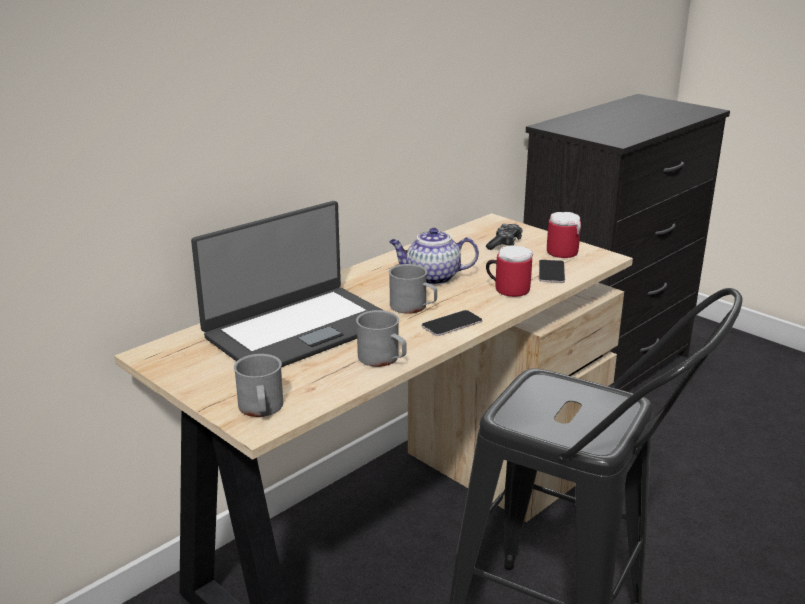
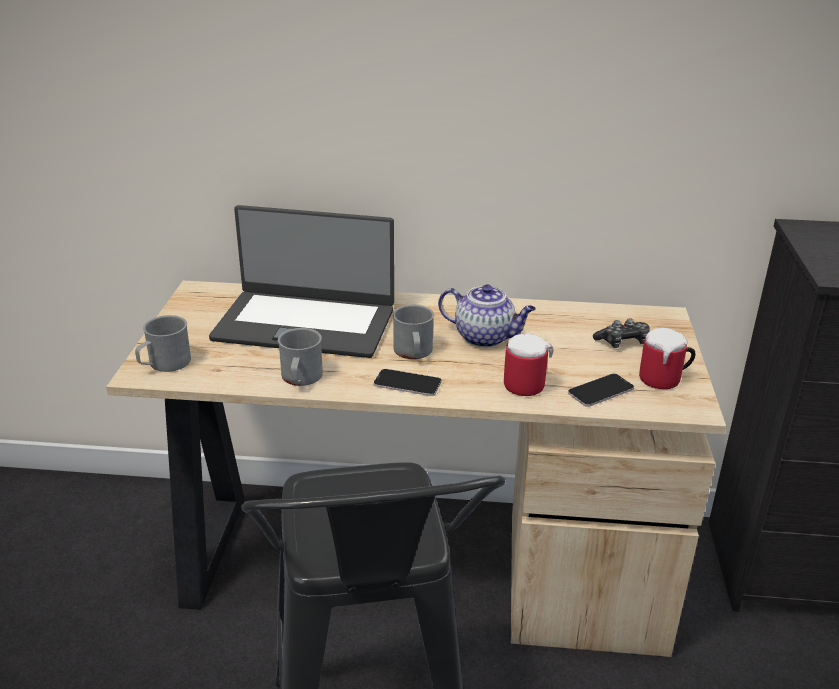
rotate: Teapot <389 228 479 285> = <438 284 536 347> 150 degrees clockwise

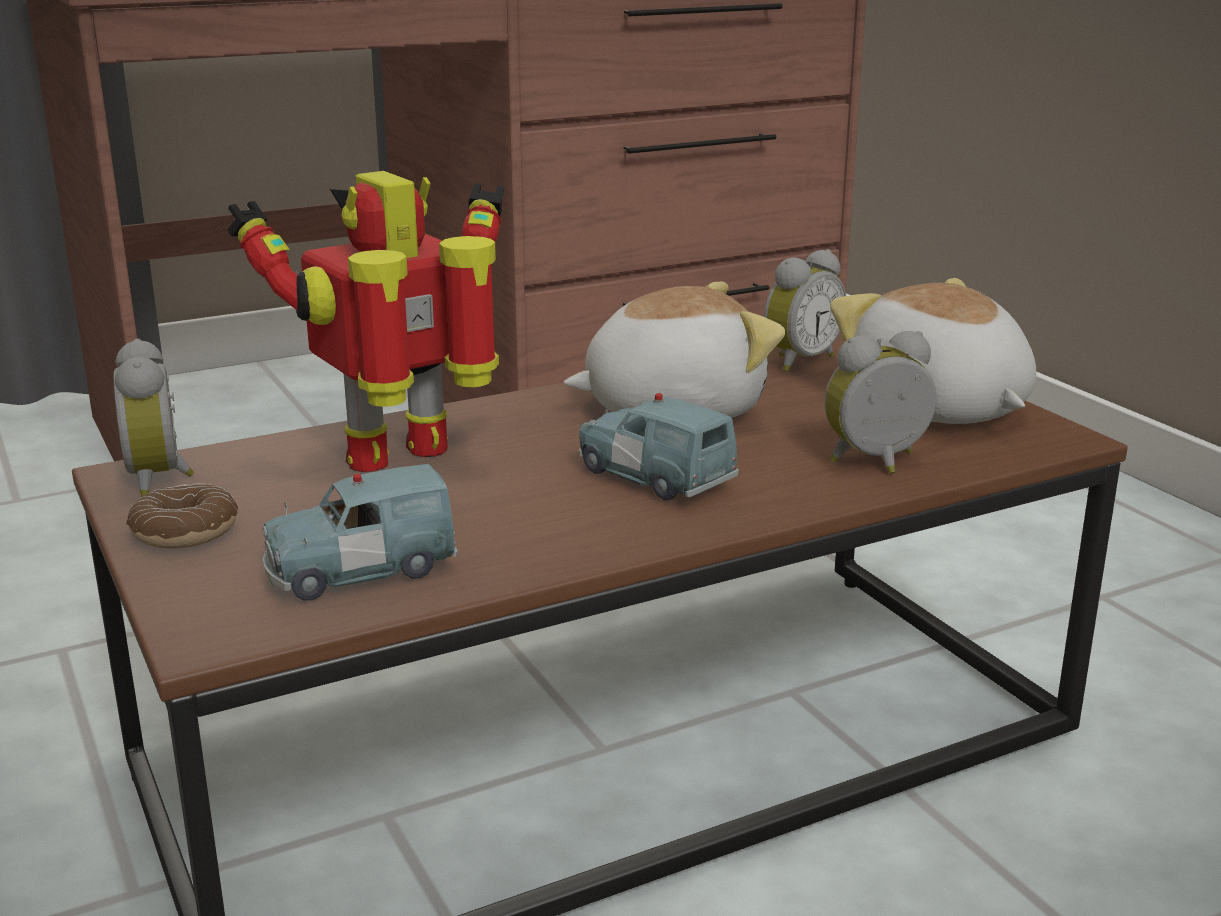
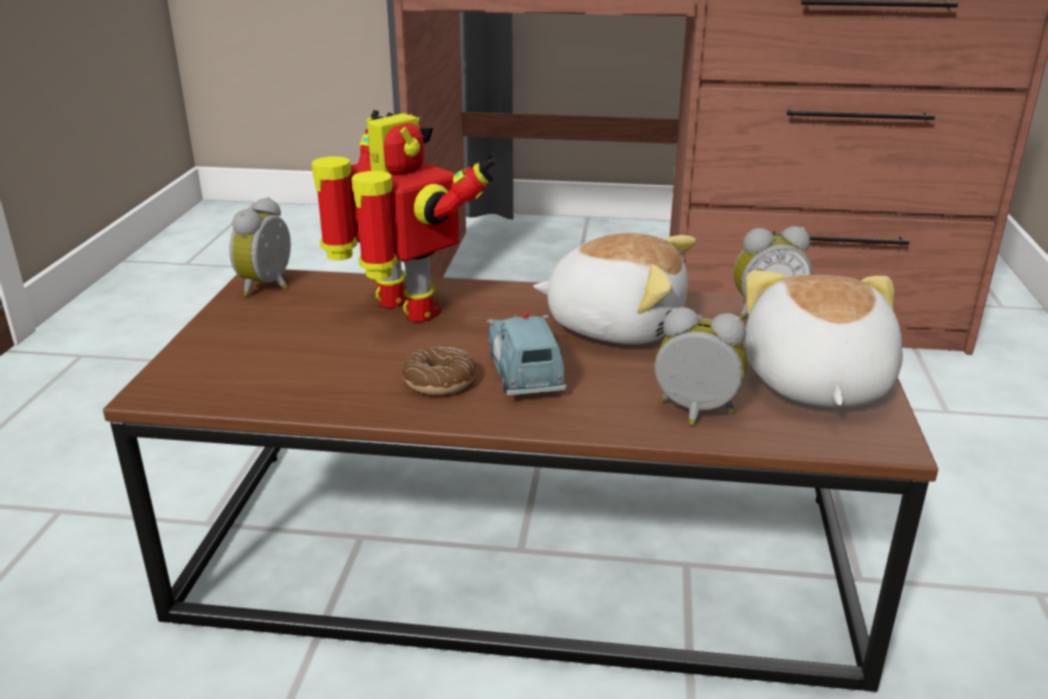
delete: BlueToyCar <262 464 458 600>
move: Donut <126 484 238 548> to <402 347 476 395>
rotate: ToyRobot <227 171 504 472> = <311 110 495 322> 45 degrees clockwise

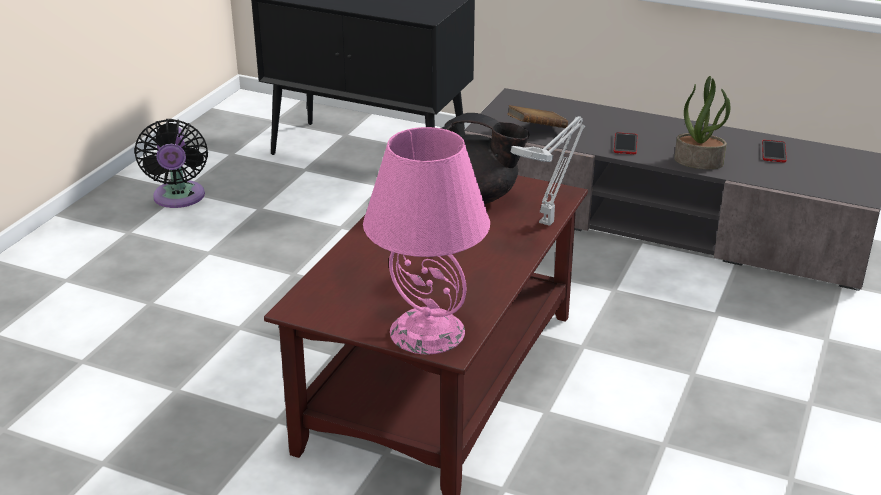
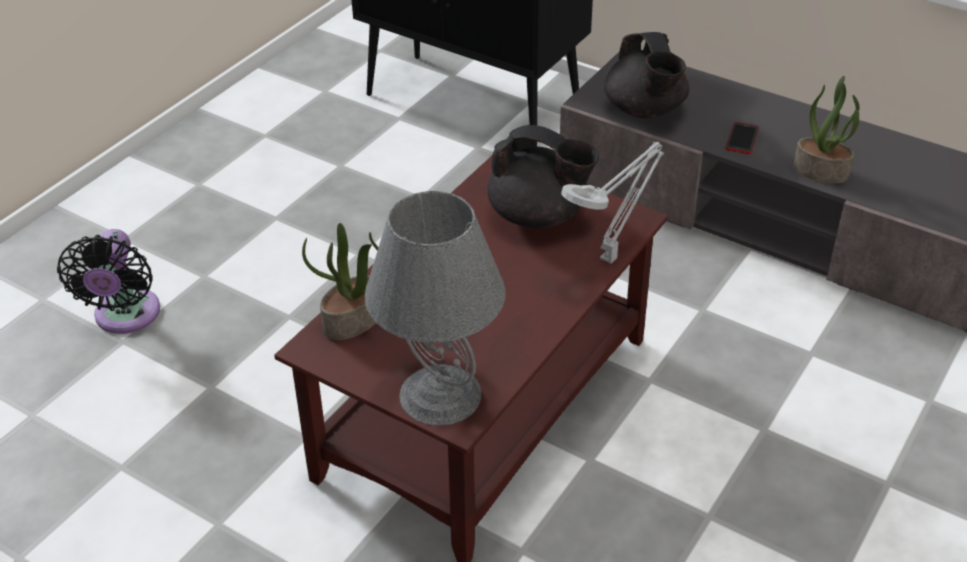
delete: Phone <762 140 787 162>
insert: PottedPlant <302 223 379 340>
move: BlackFan <134 119 208 208> to <57 229 160 334>
replace: BrownBook <507 105 568 128> to BlackTeapot <604 32 689 118>
recolor: PinkTableLamp <363 127 490 355> to GreyTableLamp <365 191 506 426>

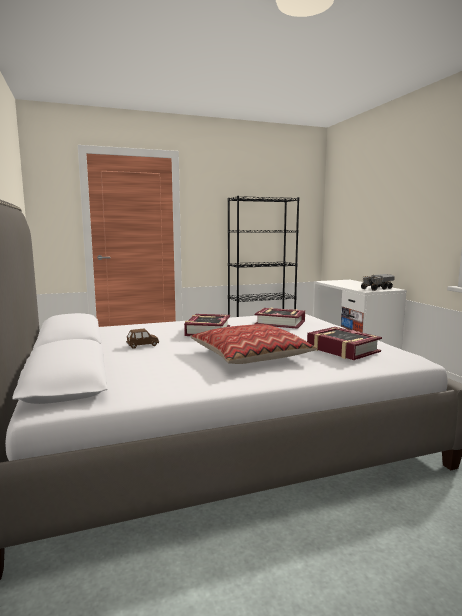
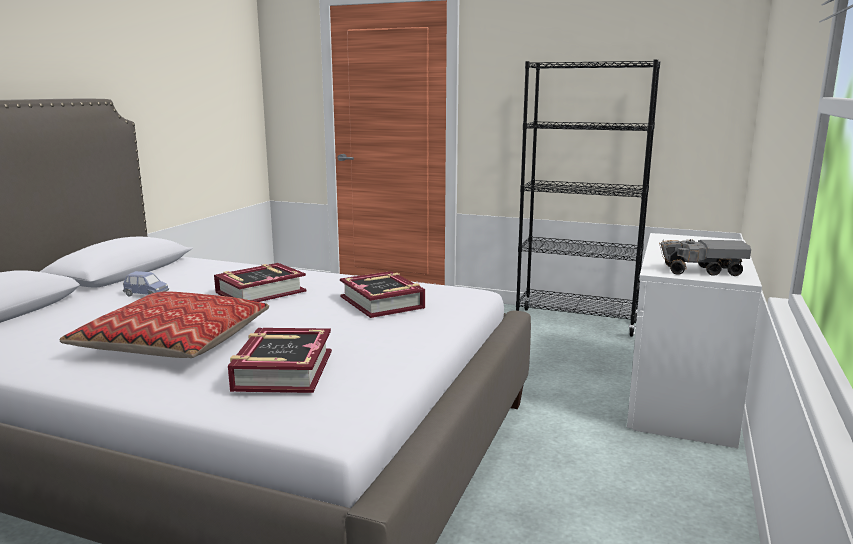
recolor: BrownToyCar <126 328 159 349> to BlueToyCar <123 271 169 296>

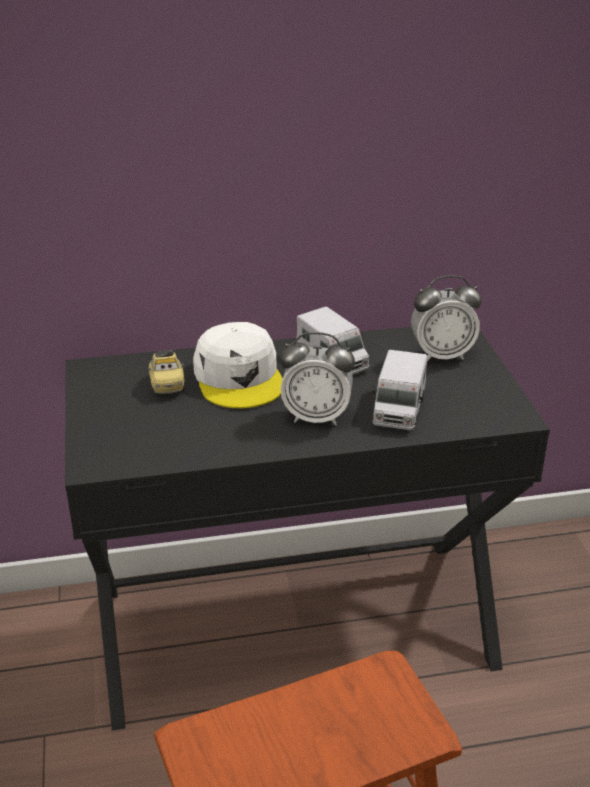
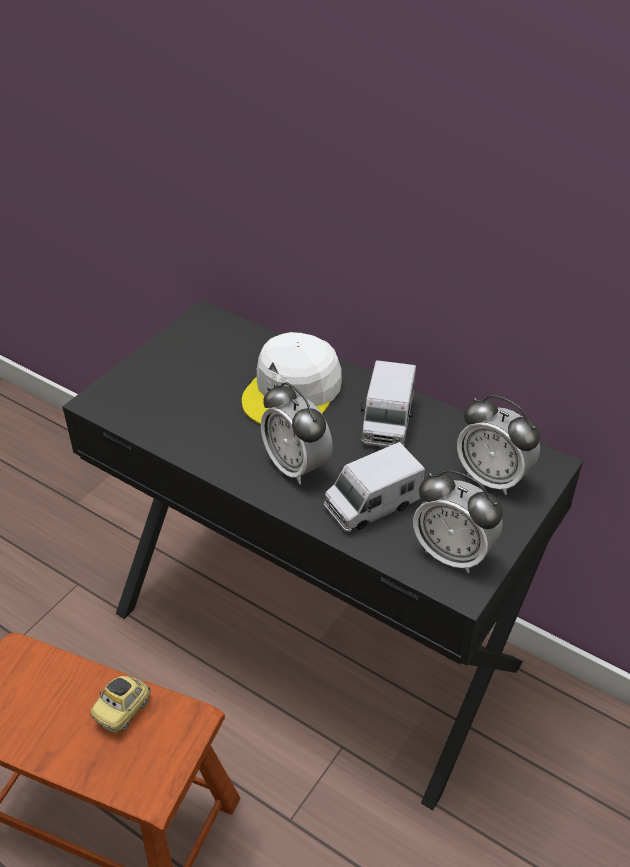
insert: AlarmClock <413 470 503 573>
move: ToyCar <148 350 184 394> to <91 675 151 733>

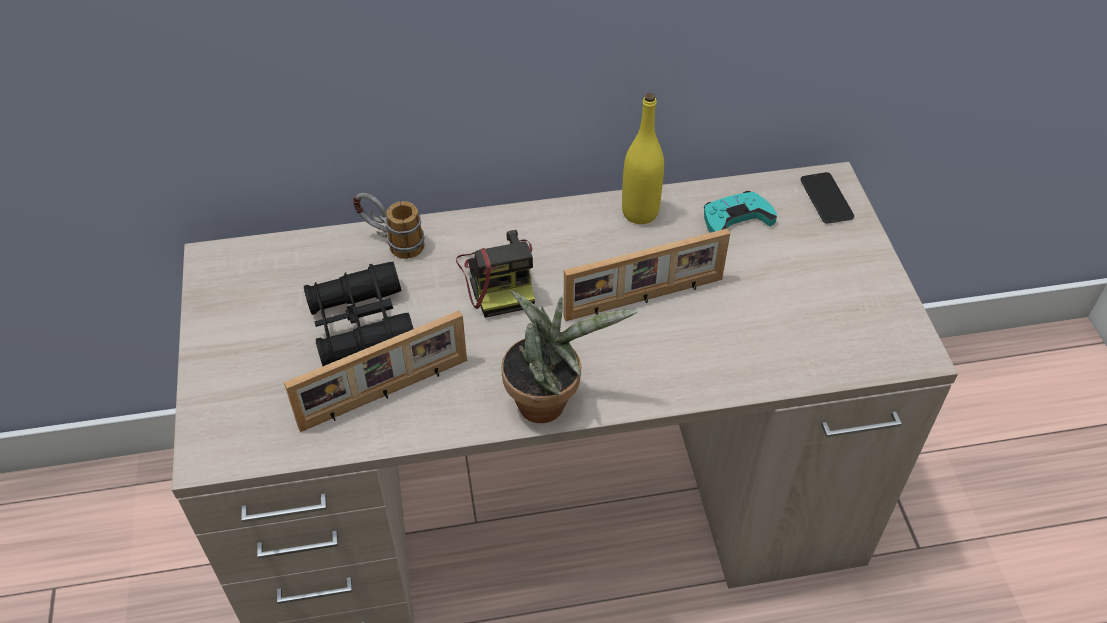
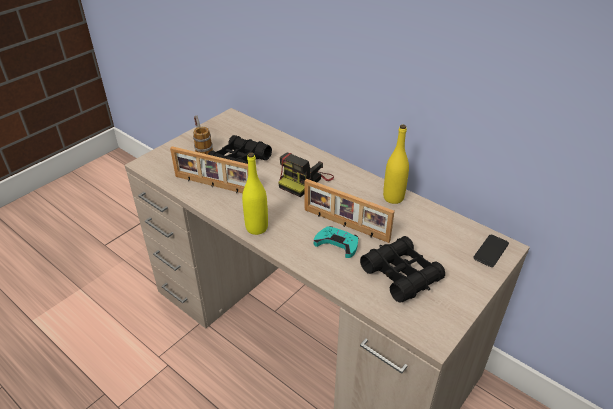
insert: BlackBinoculars <360 236 445 302>
move: TurquoiseGameController <704 191 777 233> to <314 226 358 258>; Mug <353 193 425 259> to <193 115 213 154>
replace: PottedPlant <501 290 638 423> to YellowBottle <242 152 268 235>

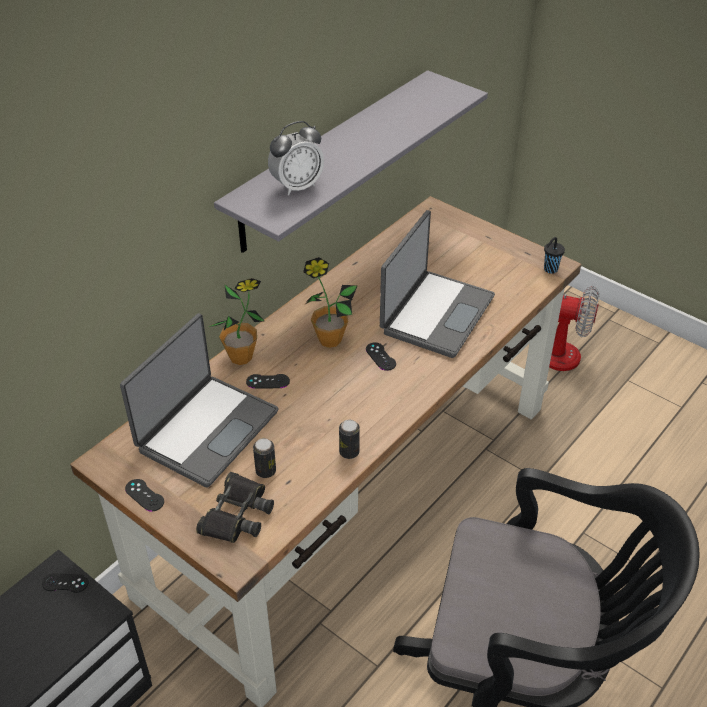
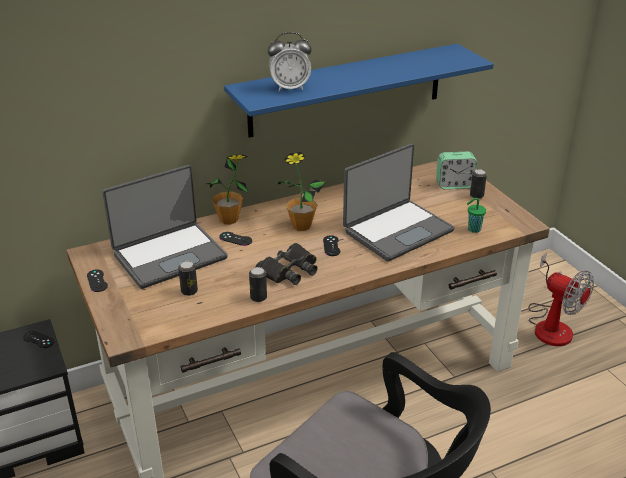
delete: BlackCup <544 237 565 274>
insert: AlarmClock <436 152 477 189>; Can <470 169 487 199>; GreenCup <467 198 486 233>
move: BlackBinoculars <196 472 274 543> to <256 243 318 285>
recolor: GreyShelf <214 70 488 253> to BlueShelf <224 44 494 138>

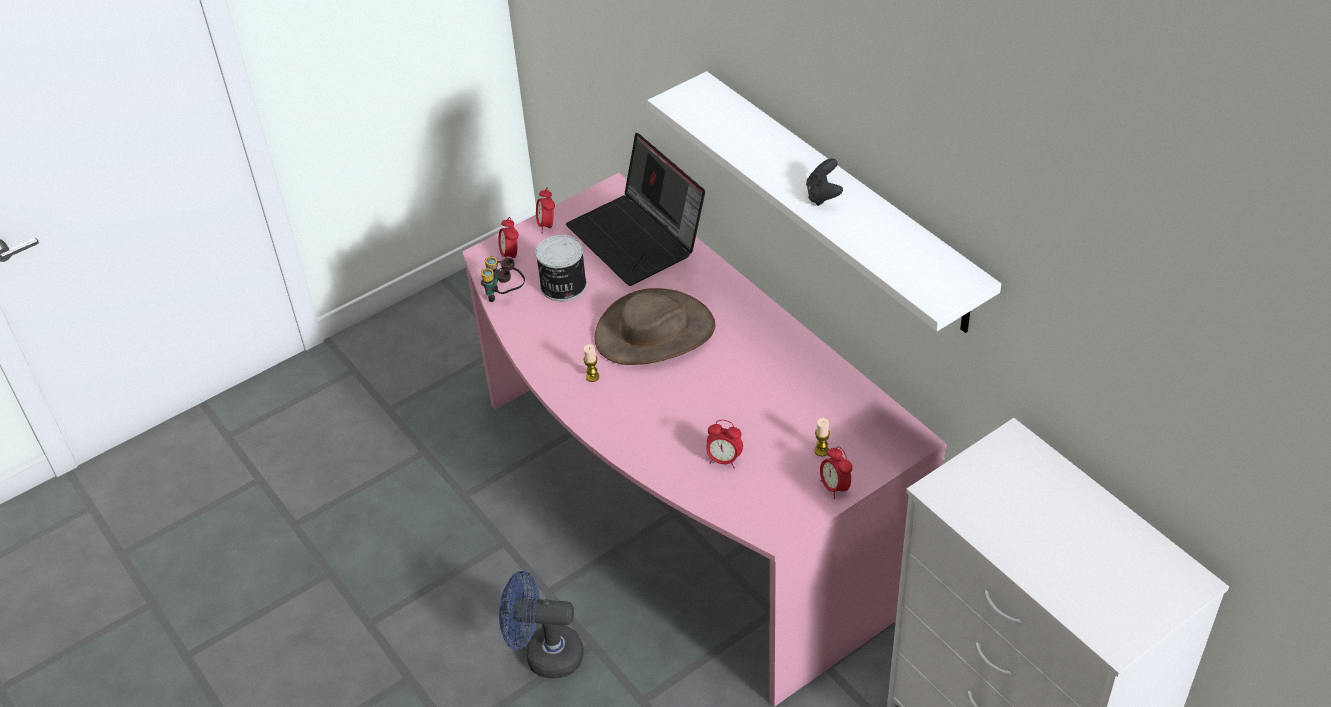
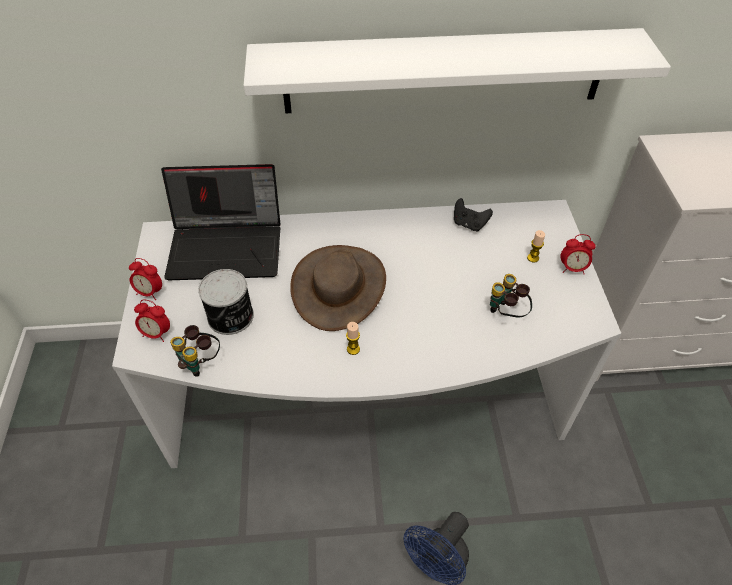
move: BlackGameController <806 158 843 206> to <454 198 493 232>
replace: AlarmClock <706 420 743 468> to Binoculars <490 274 532 318>
recolor: PinkDesk <462 173 947 707> to WhiteDesk <112 200 621 468>

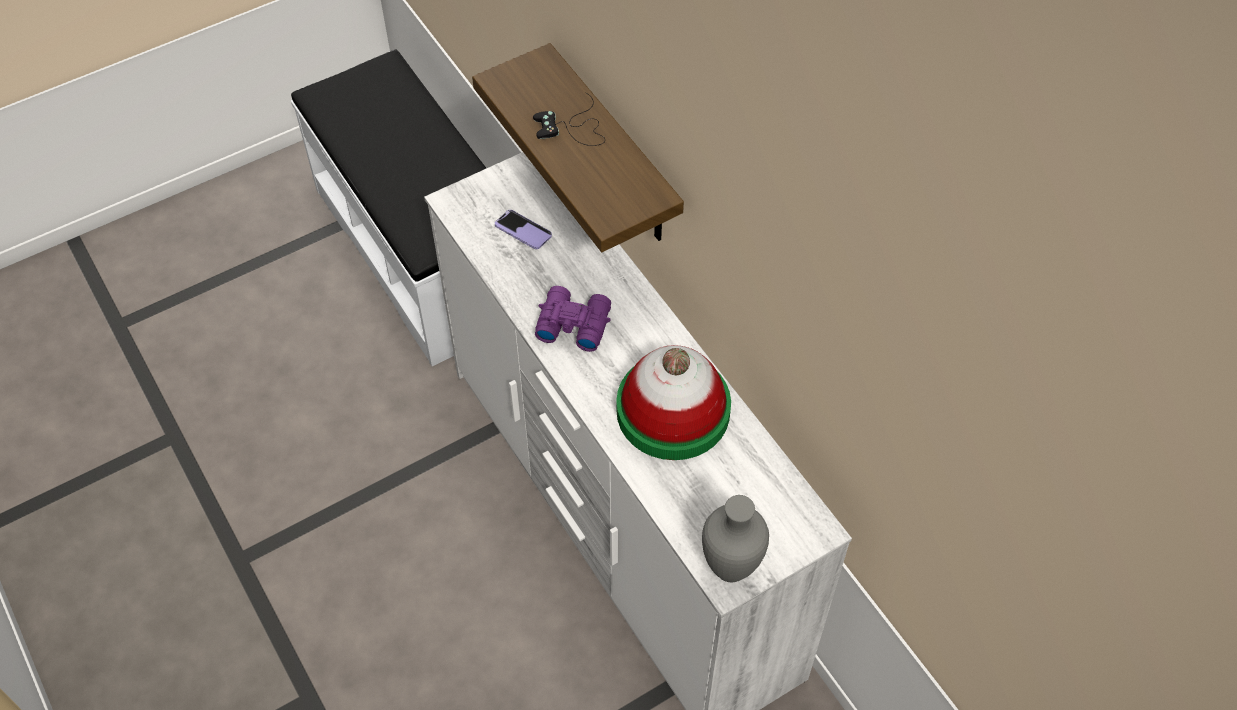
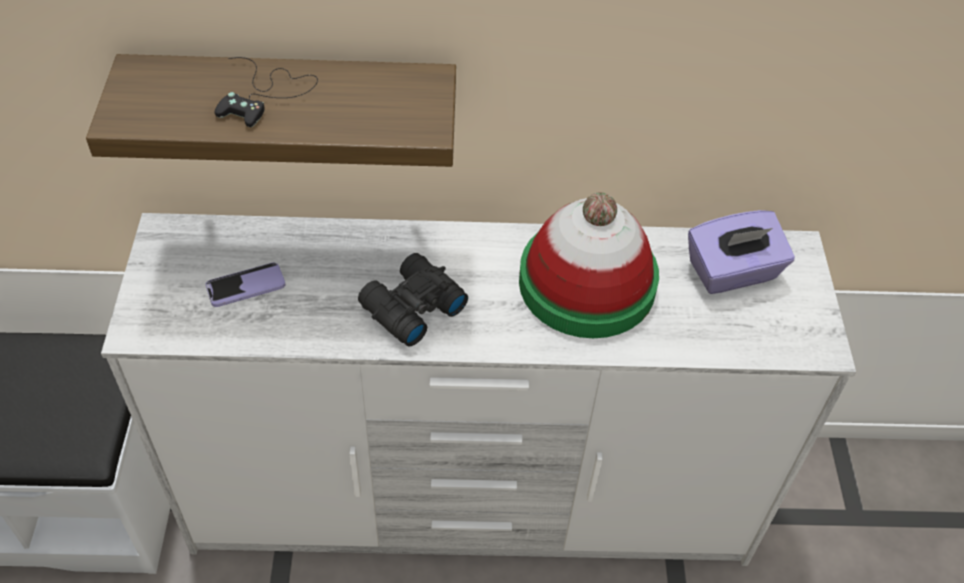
delete: GreyVase <702 495 769 582>
insert: PurpleTissueBox <688 210 795 294>
recolor: PurpleBinoculars <535 286 611 352> to BlackBinoculars <358 253 468 346>

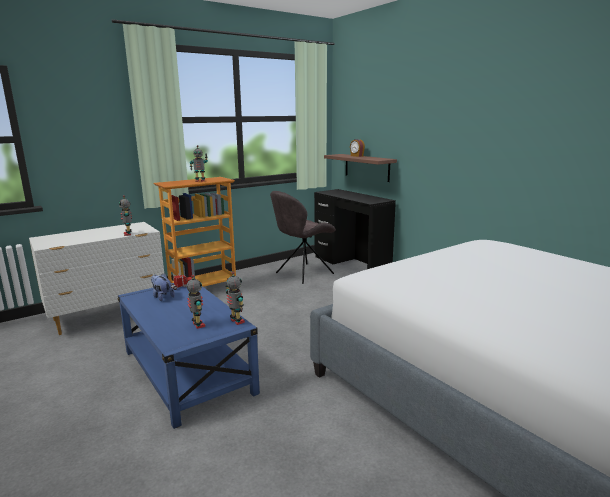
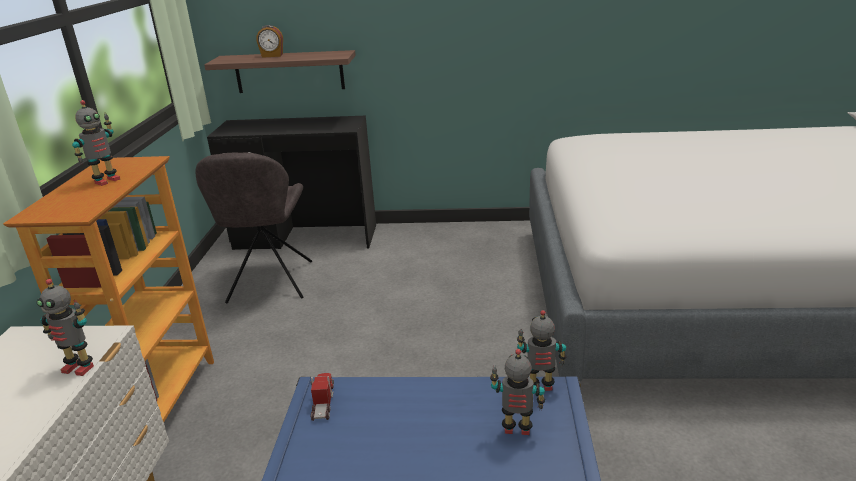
delete: PlushToy <151 273 175 301>

